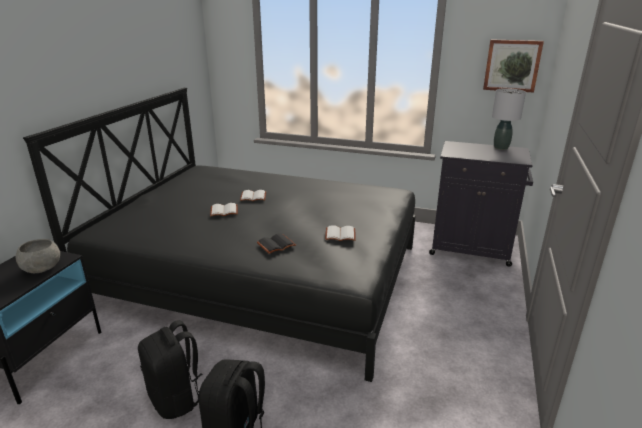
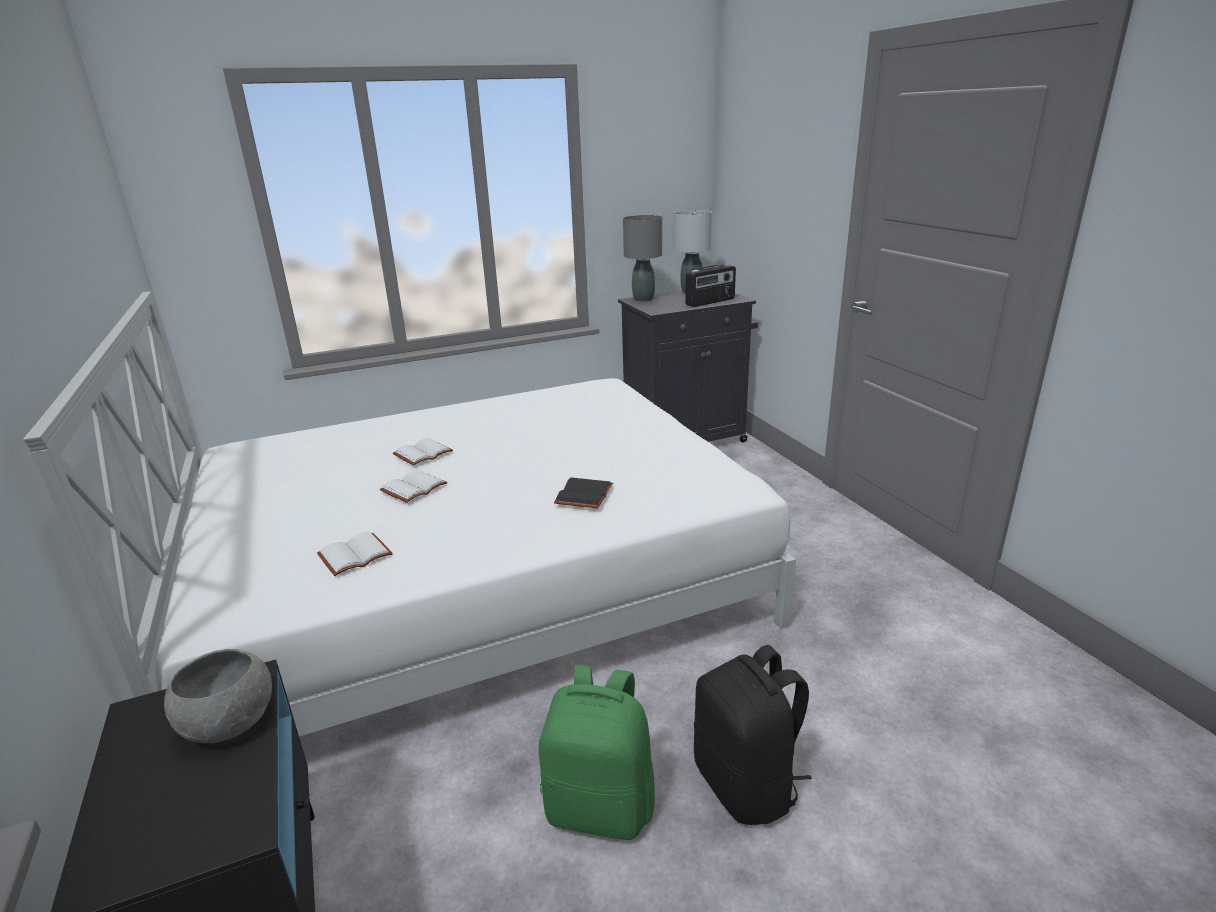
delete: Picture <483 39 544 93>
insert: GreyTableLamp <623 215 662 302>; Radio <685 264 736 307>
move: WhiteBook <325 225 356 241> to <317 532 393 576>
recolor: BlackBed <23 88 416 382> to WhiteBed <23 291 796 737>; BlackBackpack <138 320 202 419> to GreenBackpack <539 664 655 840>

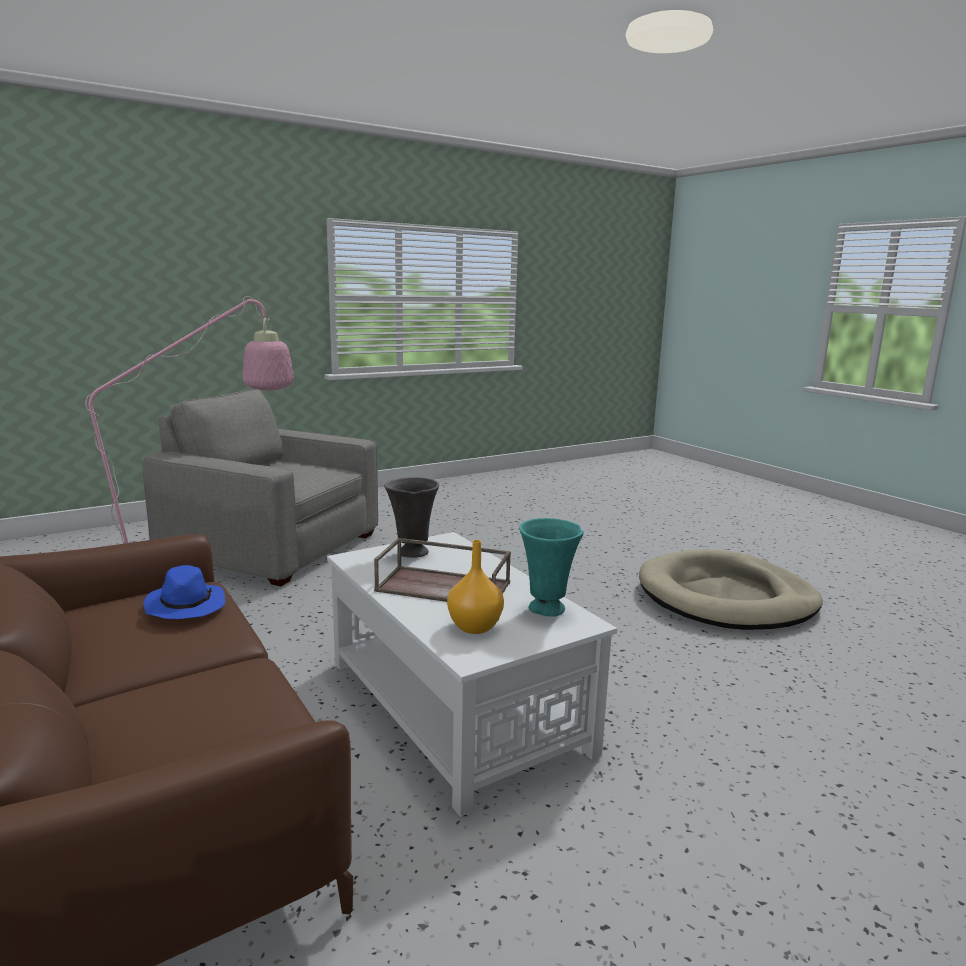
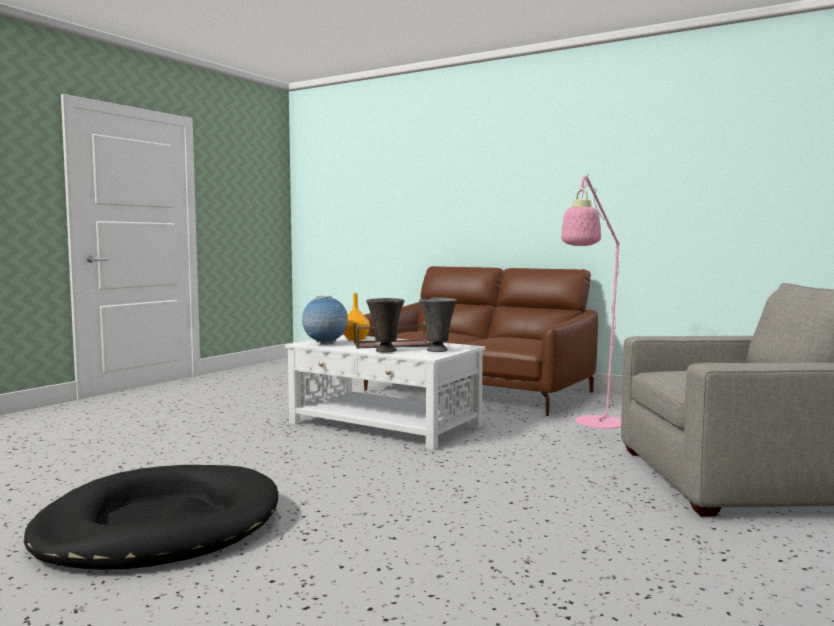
delete: BlueHat <144 565 225 619>
insert: GreyVase <366 298 405 353>
replace: TurquoiseVase <519 518 584 617> to Globe <302 296 348 345>
recolor: BeigeDogBed <639 549 823 630> to BlackDogBed <24 465 278 570>

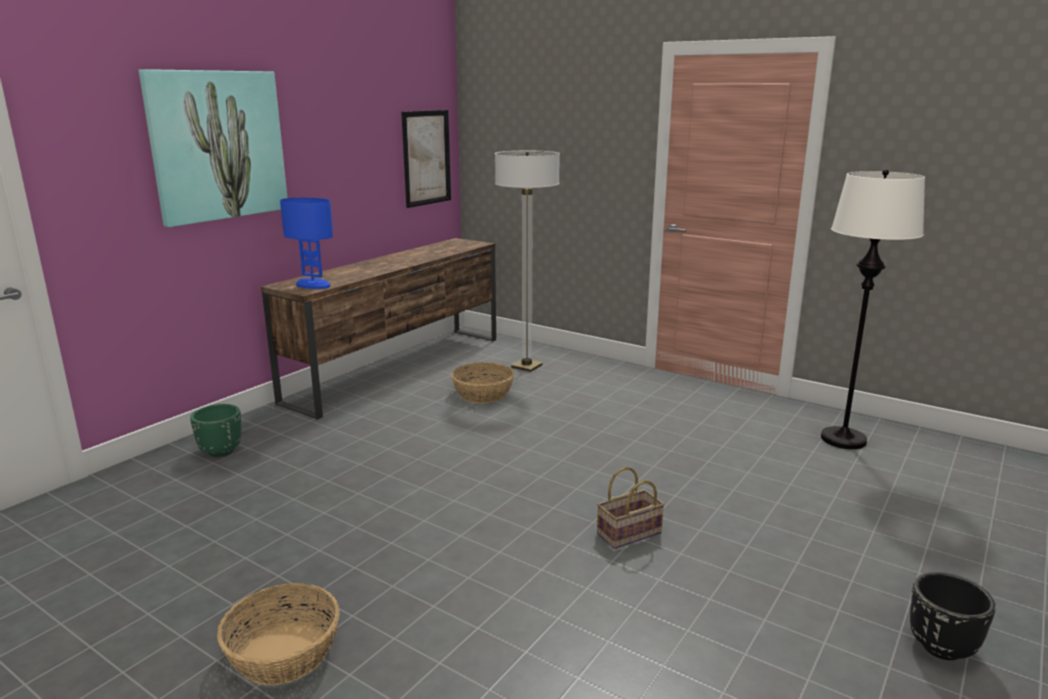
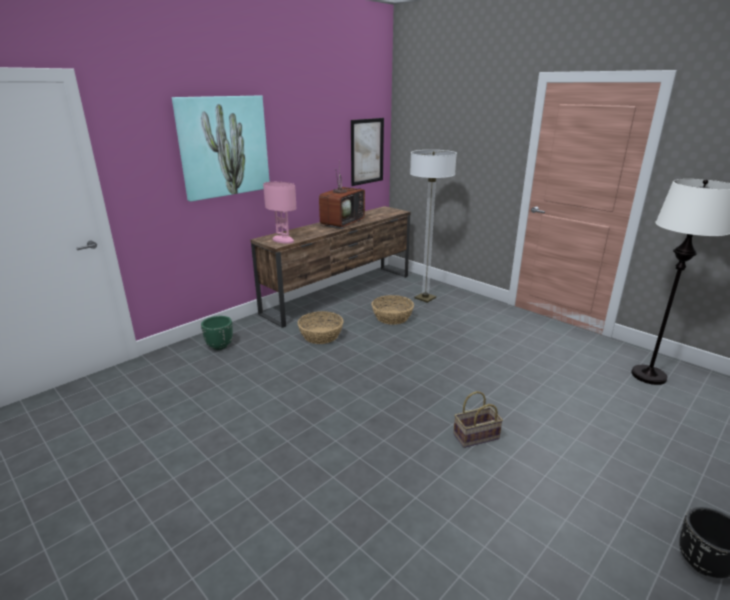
insert: Television <319 160 365 229>
move: Basket <217 583 340 685> to <298 311 344 344>
recolor: BlueTableLamp <280 197 333 289> to PinkTableLamp <263 182 296 244>

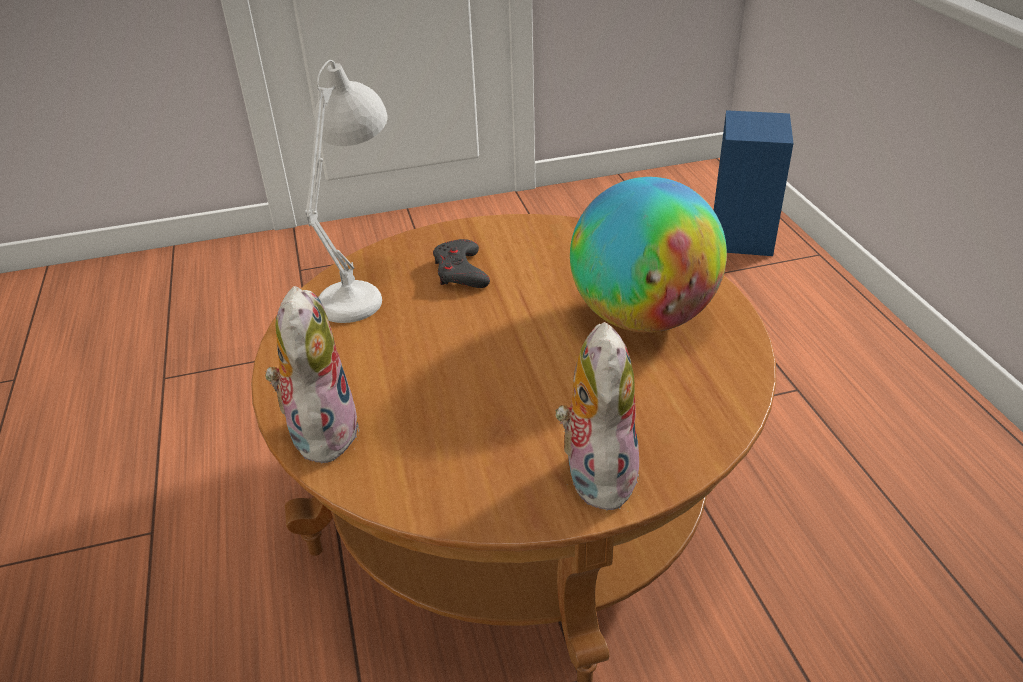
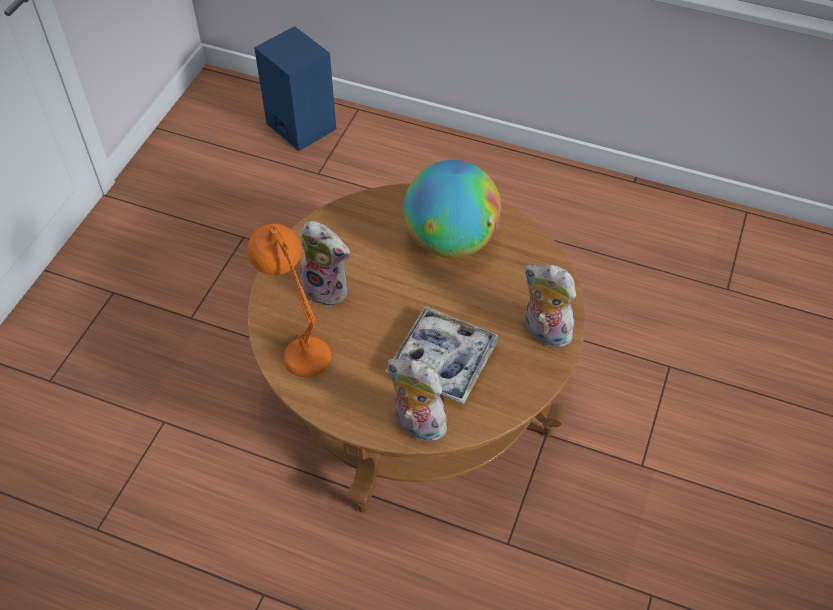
insert: Tray <386 306 499 404>
replace: GreyGameController <433 239 490 288> to PlushToy <300 221 351 307>
recolor: WhiteTableLamp <305 60 388 323> to OrangeTableLamp <247 224 331 377>

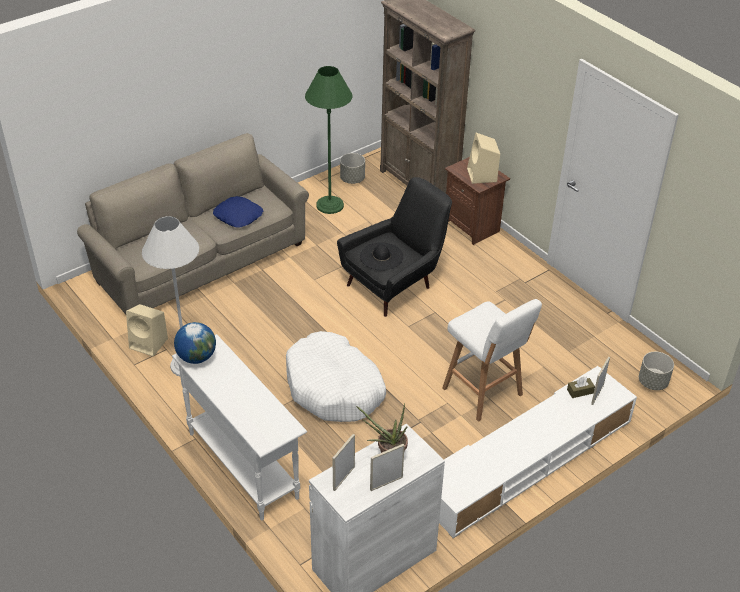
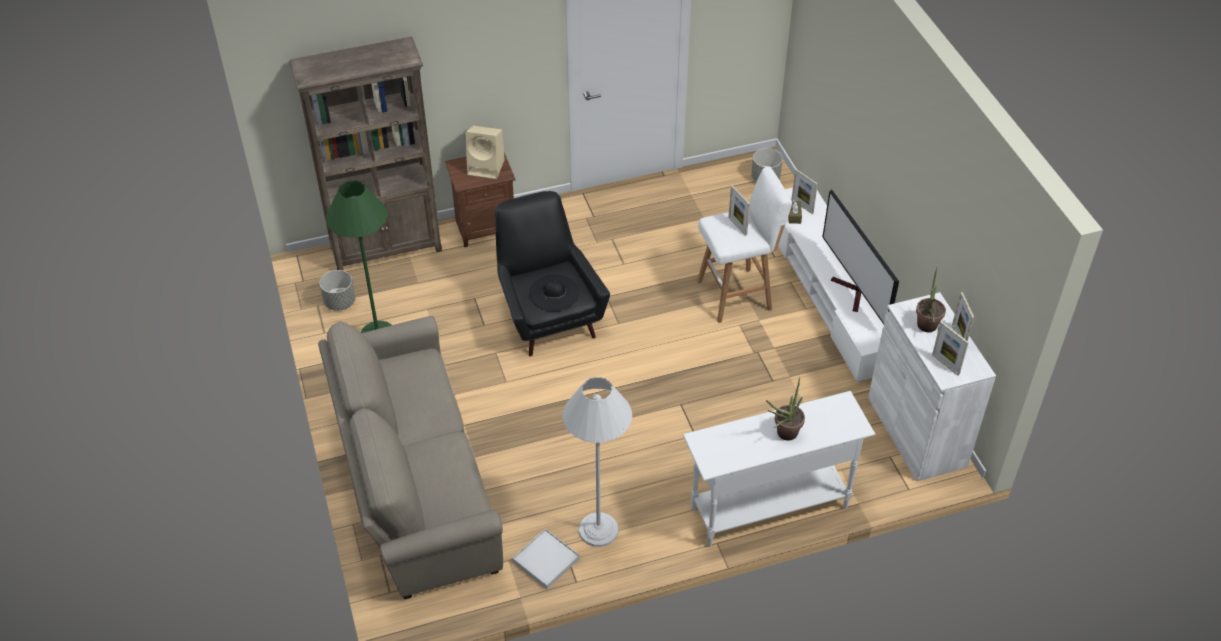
delete: BluePillow <213 196 263 228>; Globe <174 322 216 364>; WhiteDogBed <286 331 386 422>
insert: PictureFrame <728 185 750 236>; Television <822 189 899 324>; PottedPlant <766 377 805 441>
replace: BeigeSpeaker <126 304 168 357> to WhiteTray <512 529 580 589>

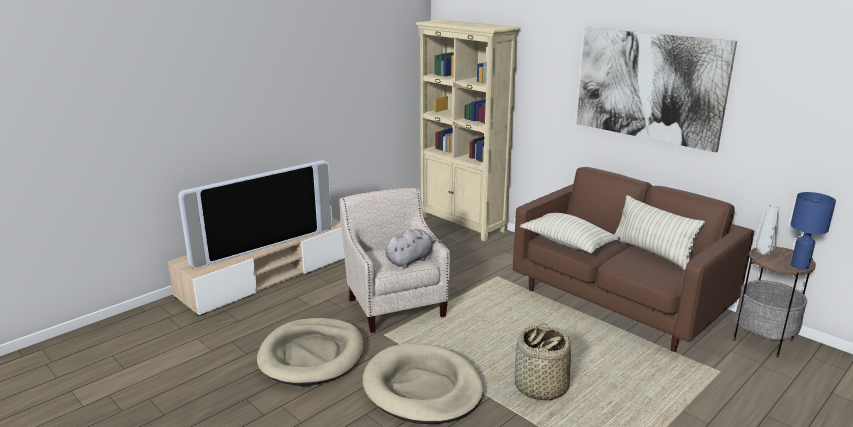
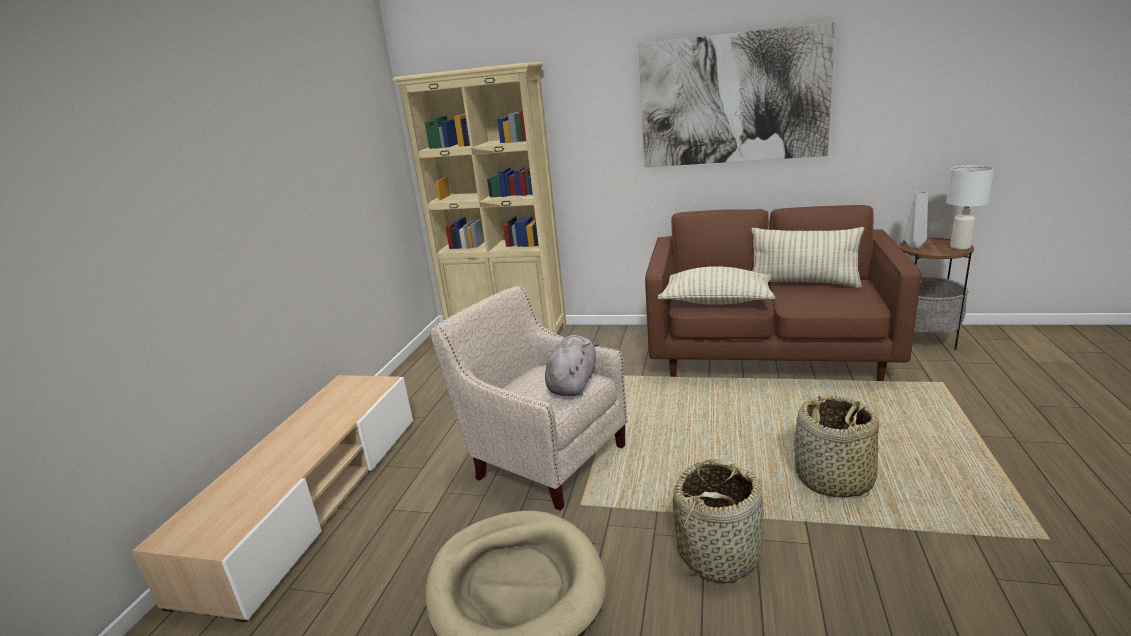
delete: Television <178 160 333 268>
replace: BeigeDogBed <363 343 484 424> to Basket <673 459 764 584>
recolor: BlueTableLamp <791 192 836 269> to WhiteTableLamp <946 165 994 249>

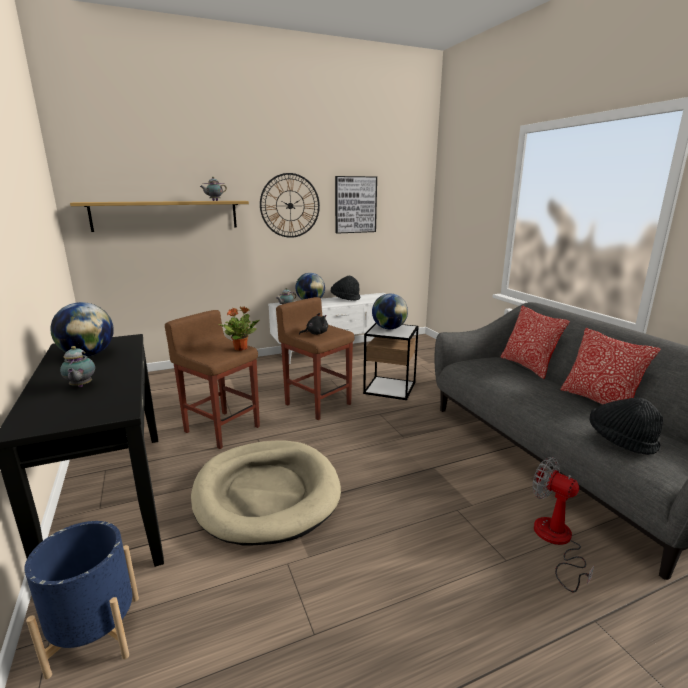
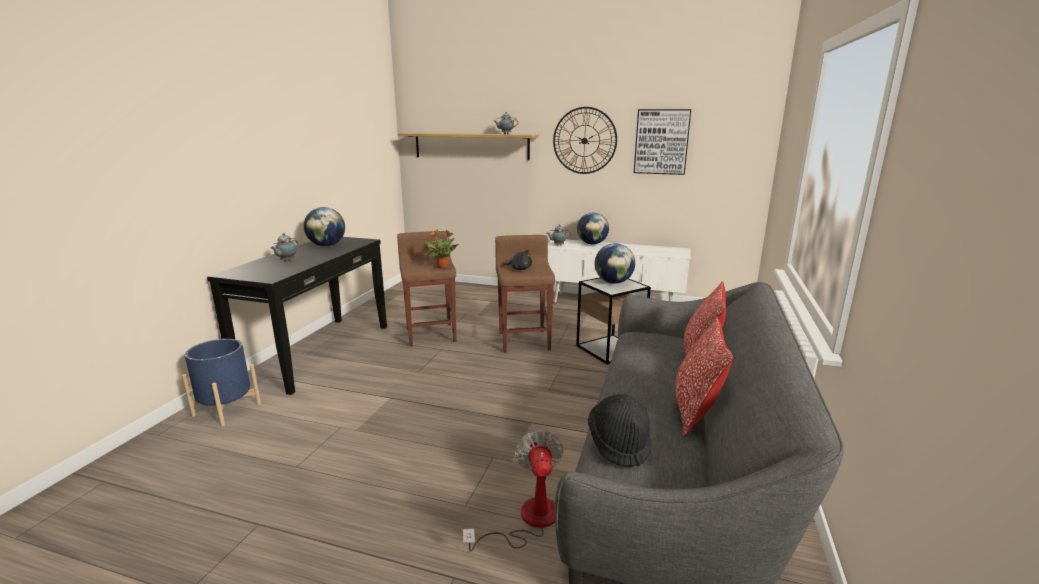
delete: BlackHat <331 276 360 301>; BeigeDogBed <191 440 341 546>

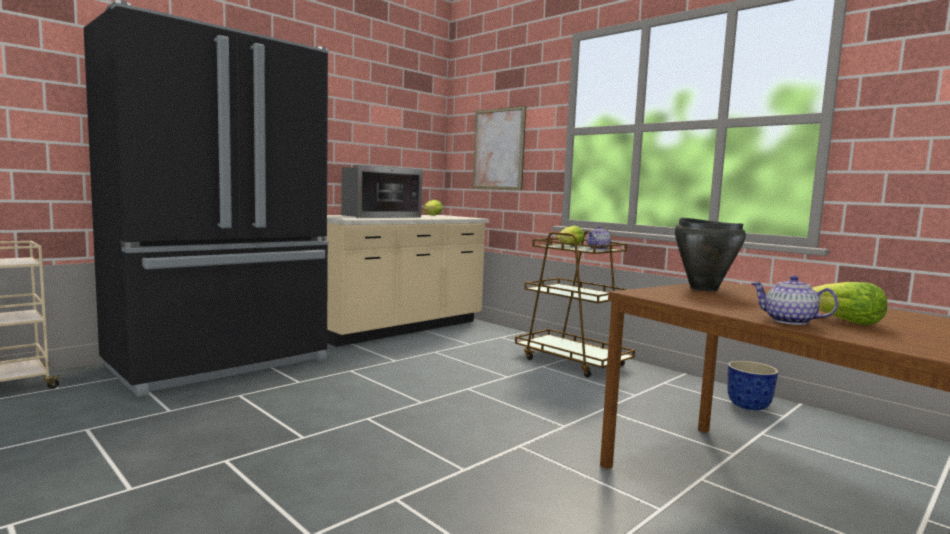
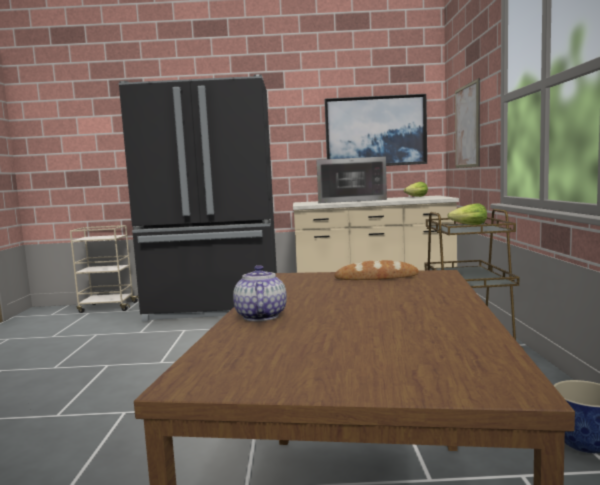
delete: Teapot <587 226 611 249>; Lettuce <812 282 887 325>
insert: Picture <324 94 427 166>
replace: BlackCookingPot <675 218 746 291> to Bread <334 260 419 280>

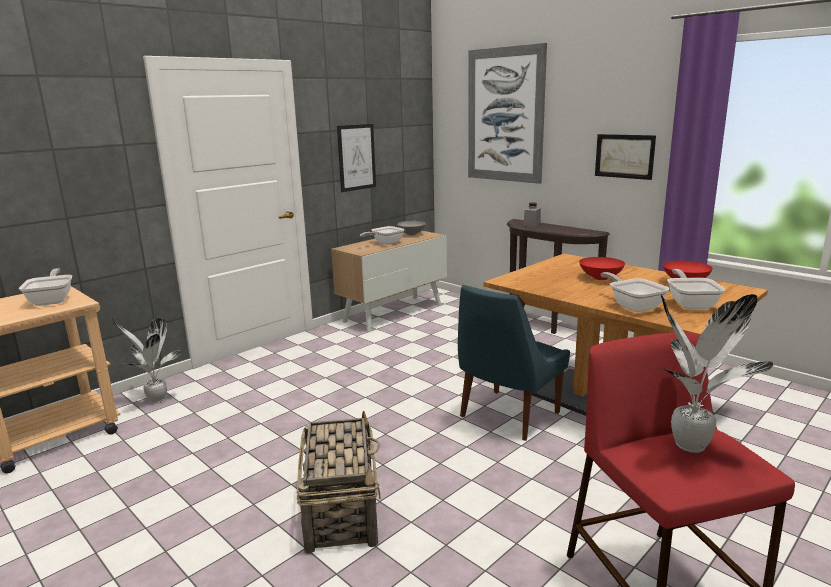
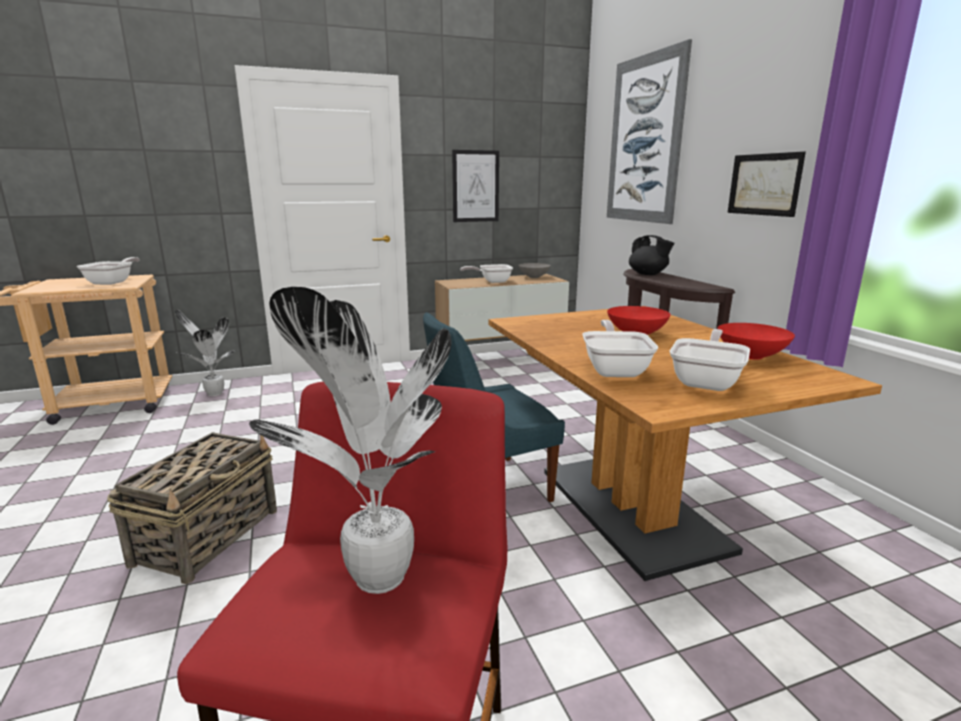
replace: GreyJar <523 203 541 227> to BlackTeapot <629 235 674 275>

